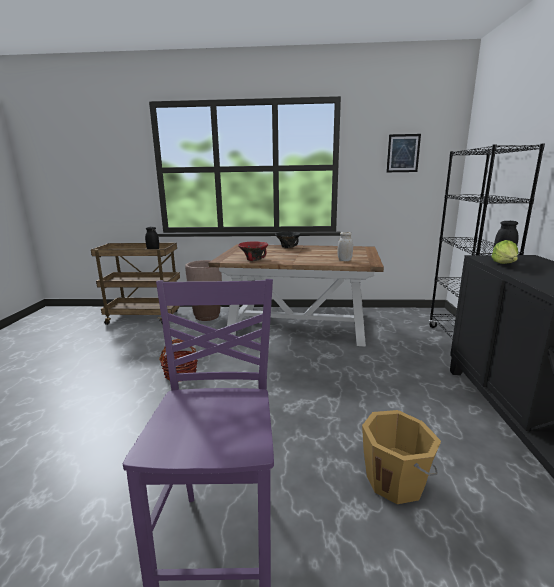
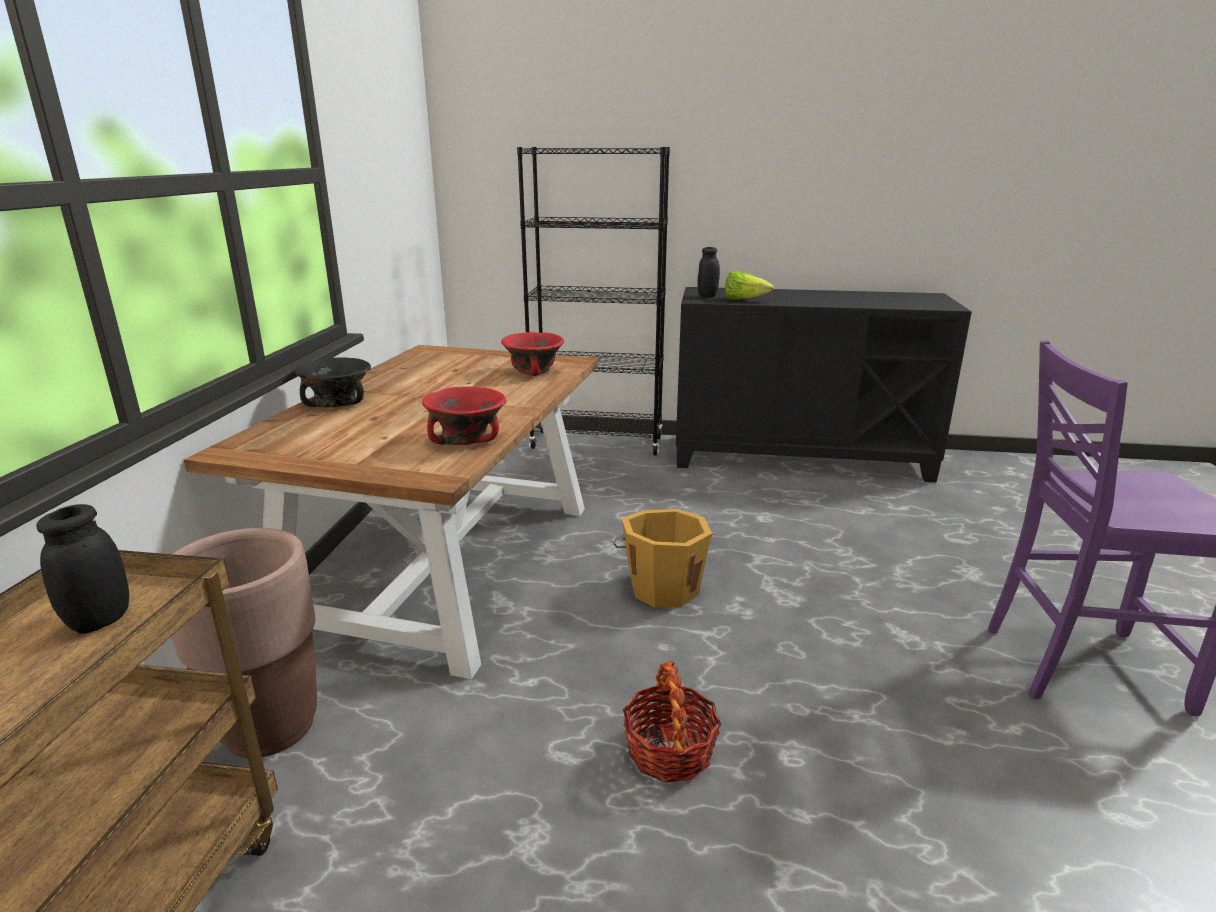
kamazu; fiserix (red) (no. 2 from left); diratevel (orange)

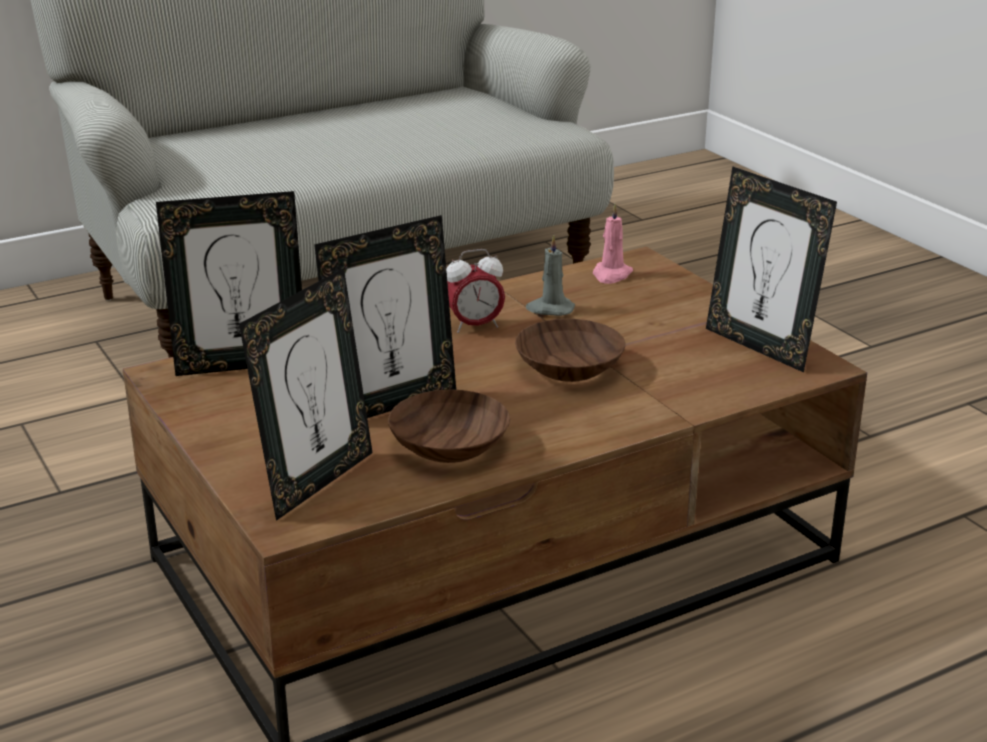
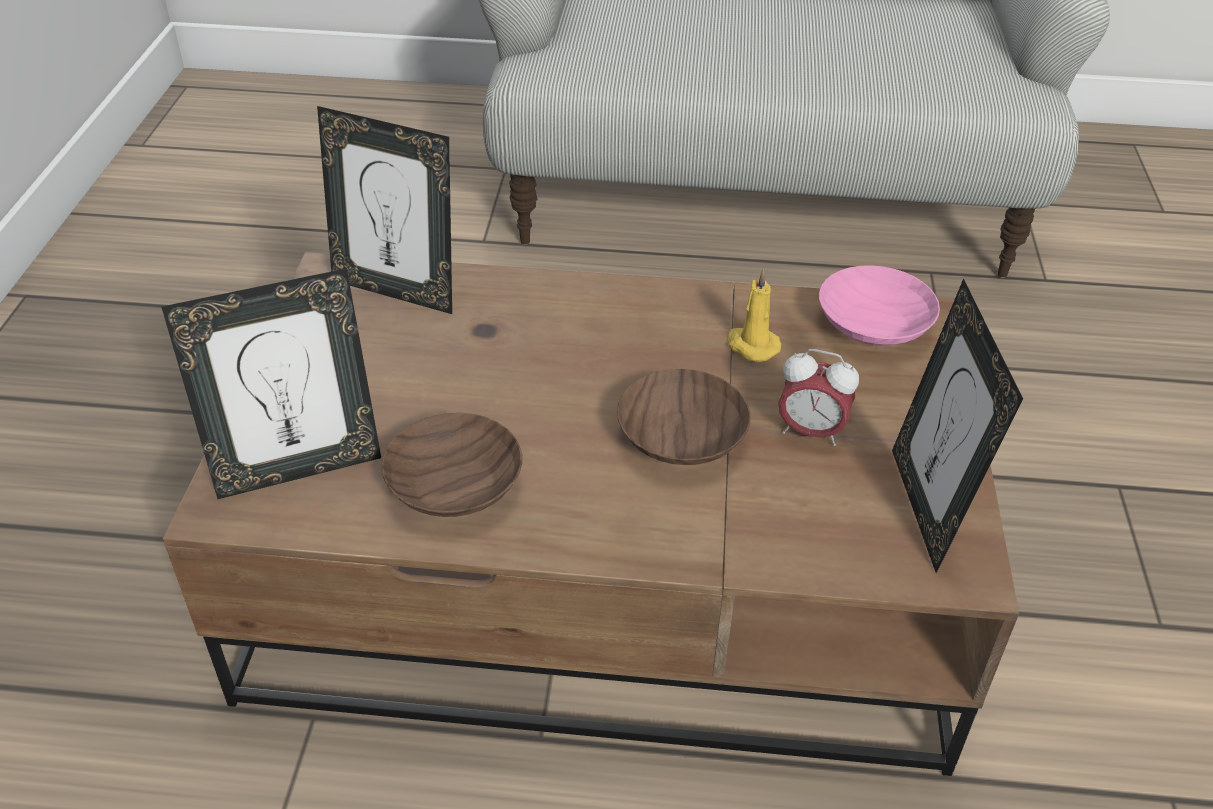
fiserix (pink); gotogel (no. 3 from left in the first image); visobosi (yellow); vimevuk

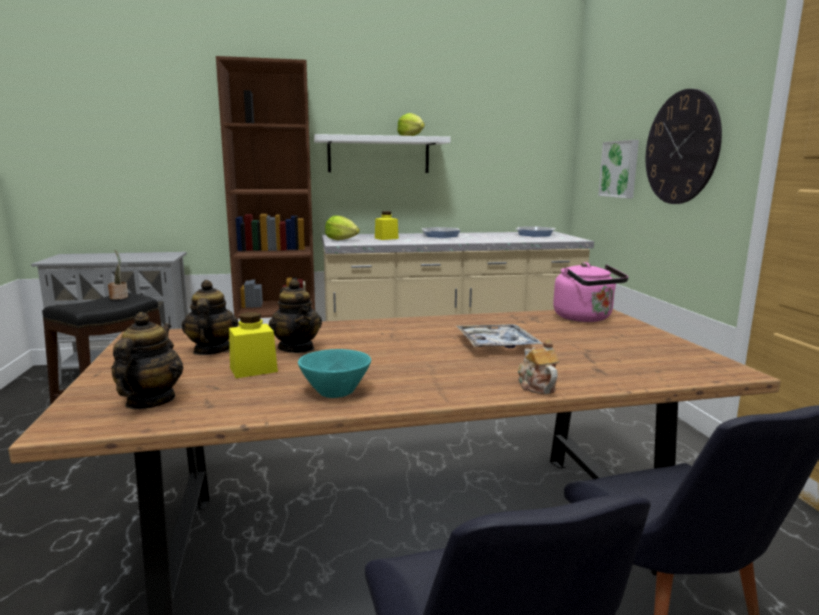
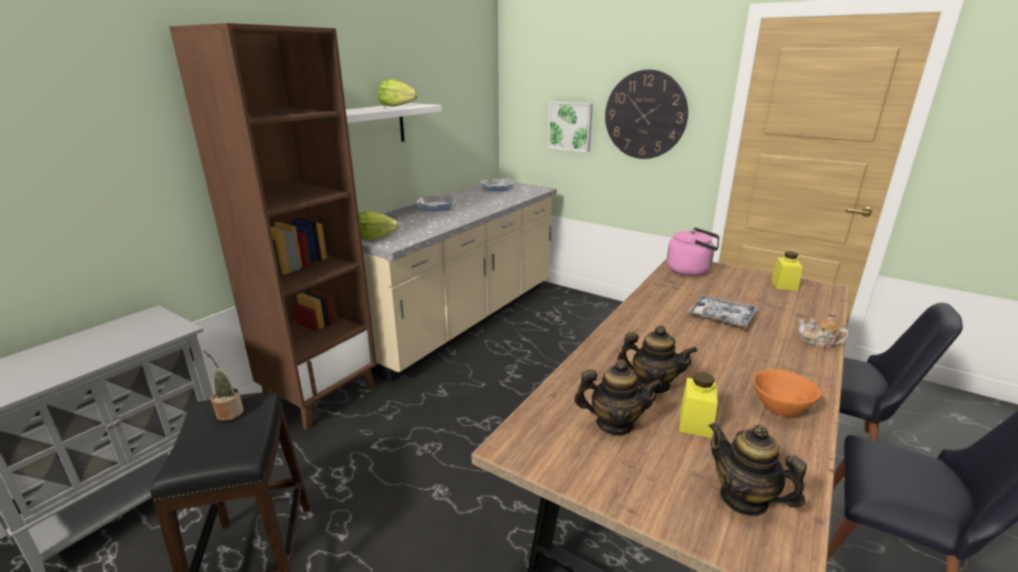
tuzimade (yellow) (no. 2 from left); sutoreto (no. 1 from left); fiserix (orange)

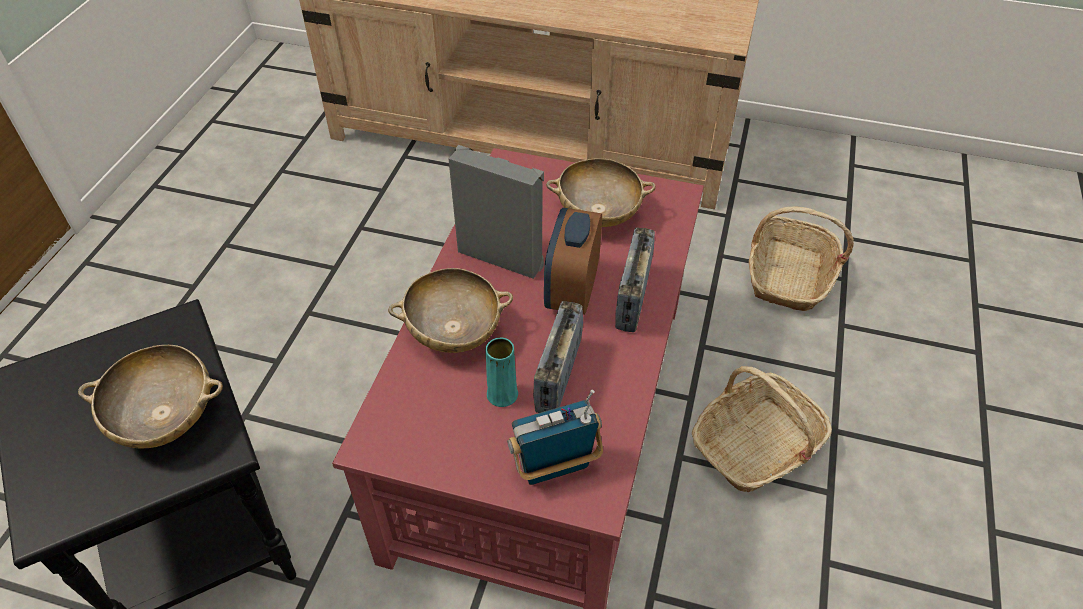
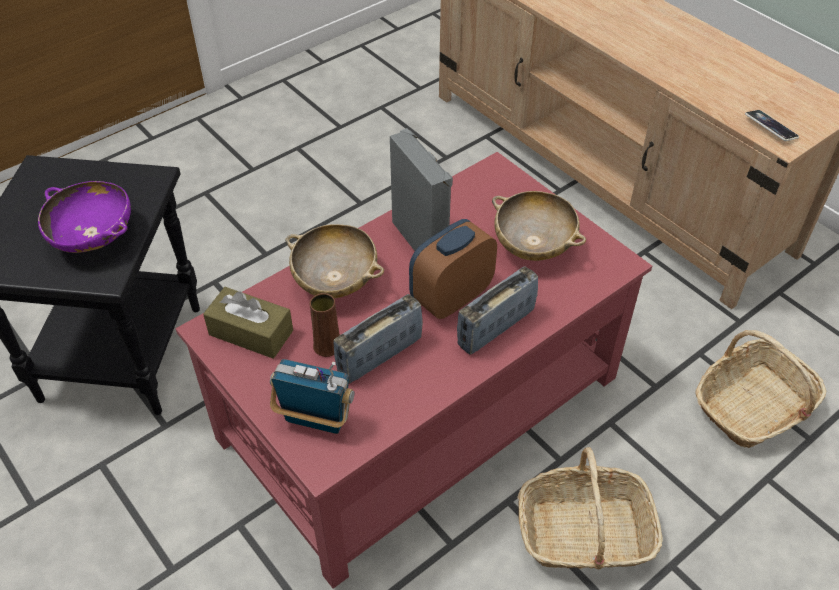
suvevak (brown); fiserix (purple); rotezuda; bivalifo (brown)

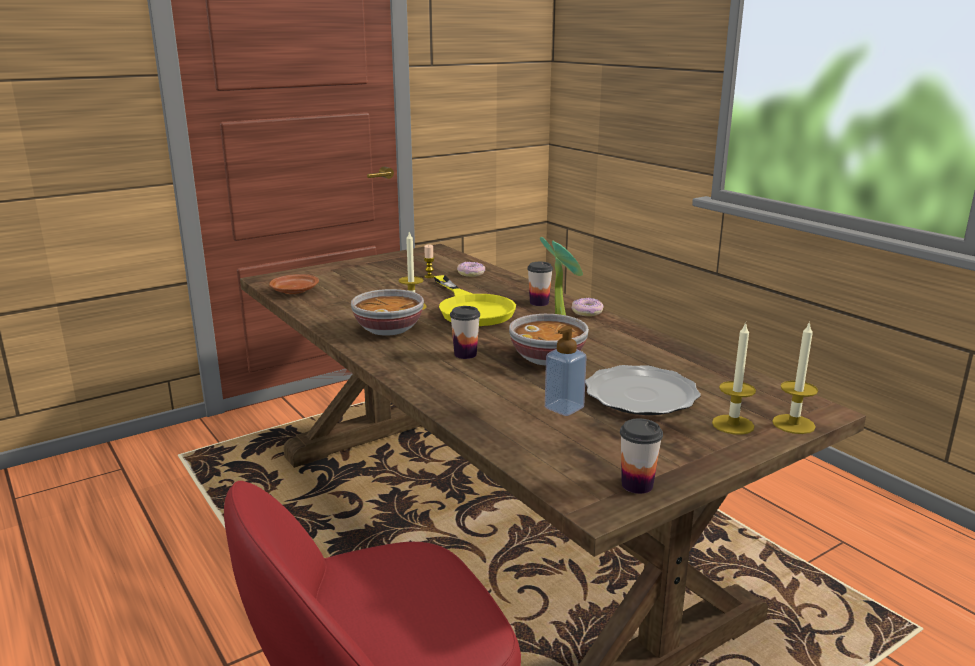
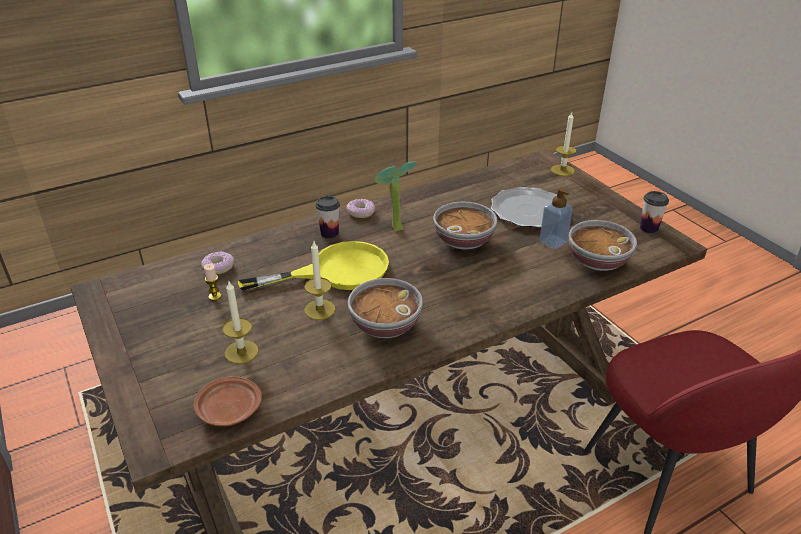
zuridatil (no. 1 from left in the first image); visobosi (no. 2 from left); fiserix (no. 3 from left)

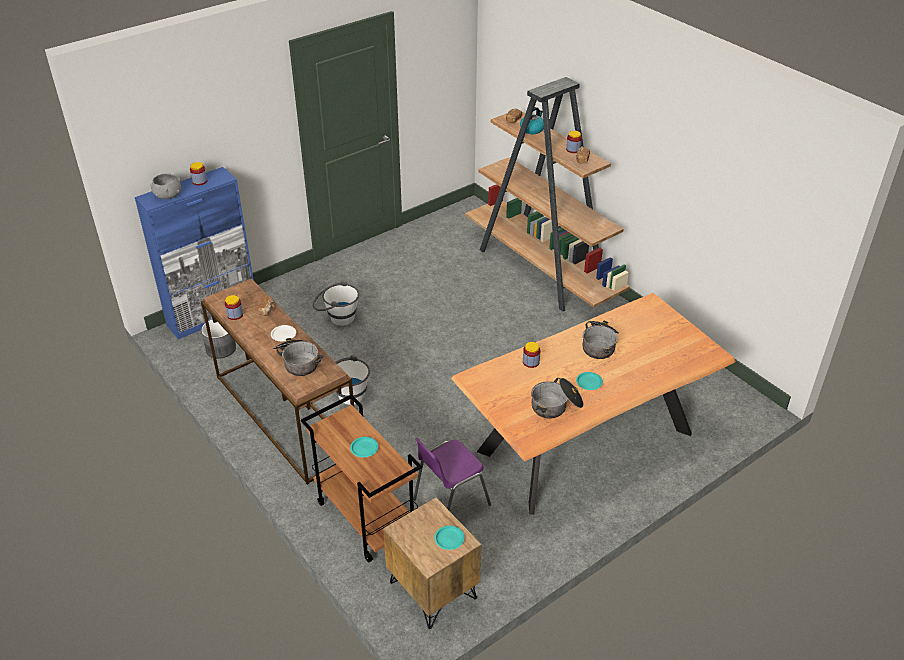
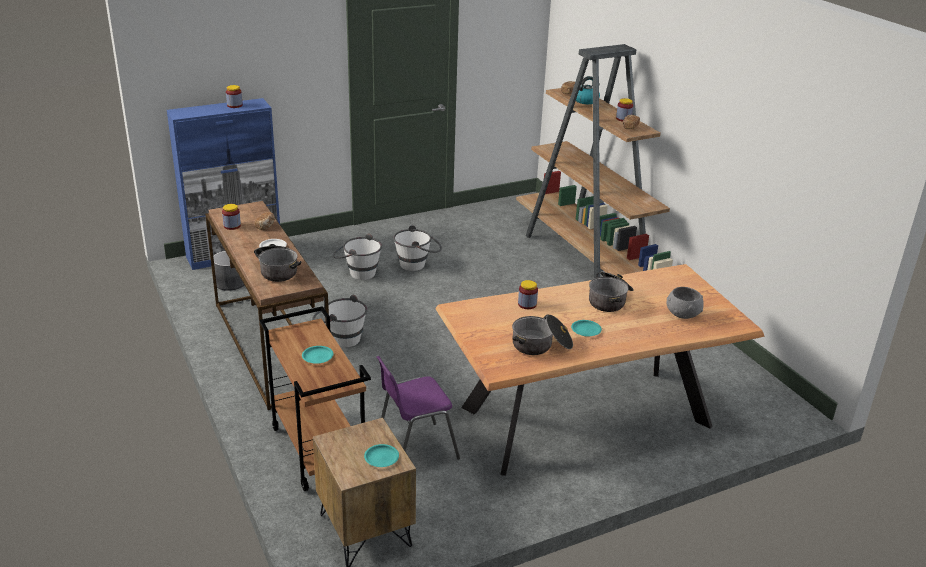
fiserix (grey); diratevel (white) (no. 3 from left)

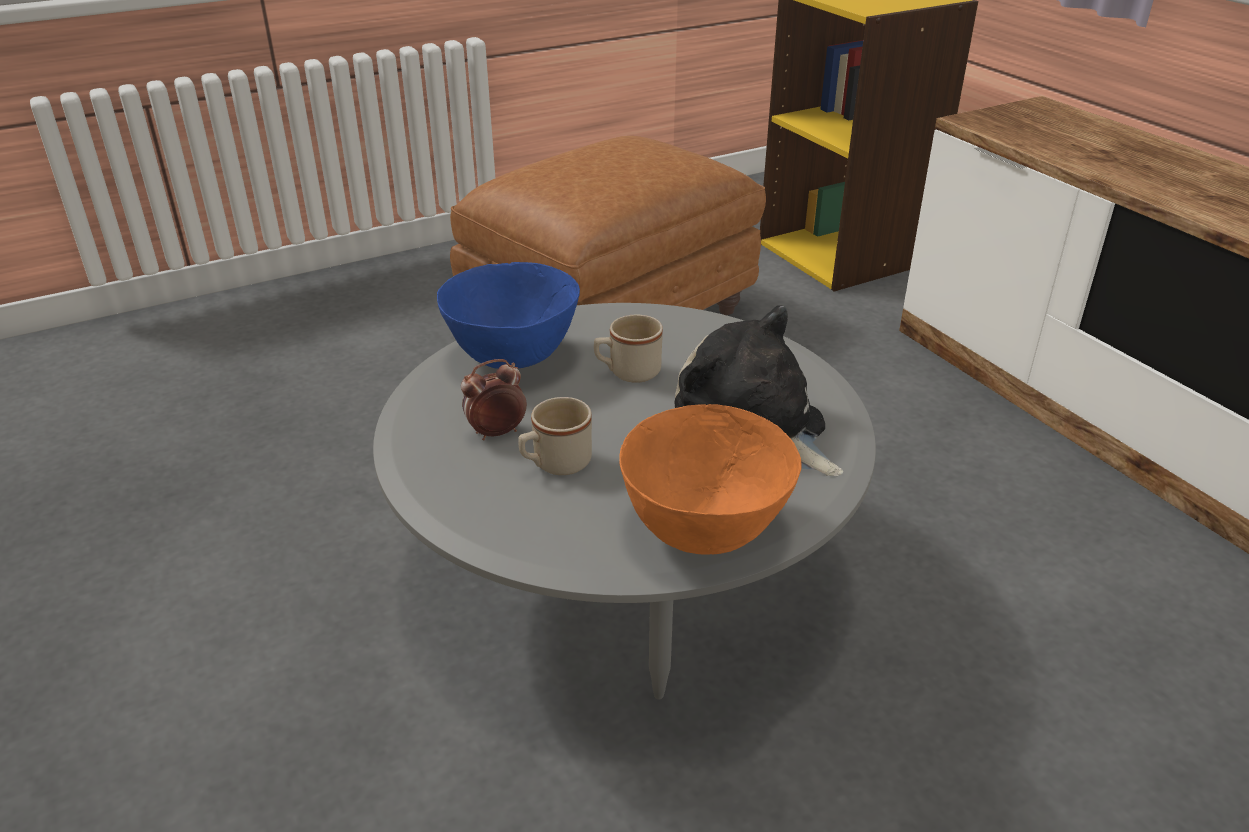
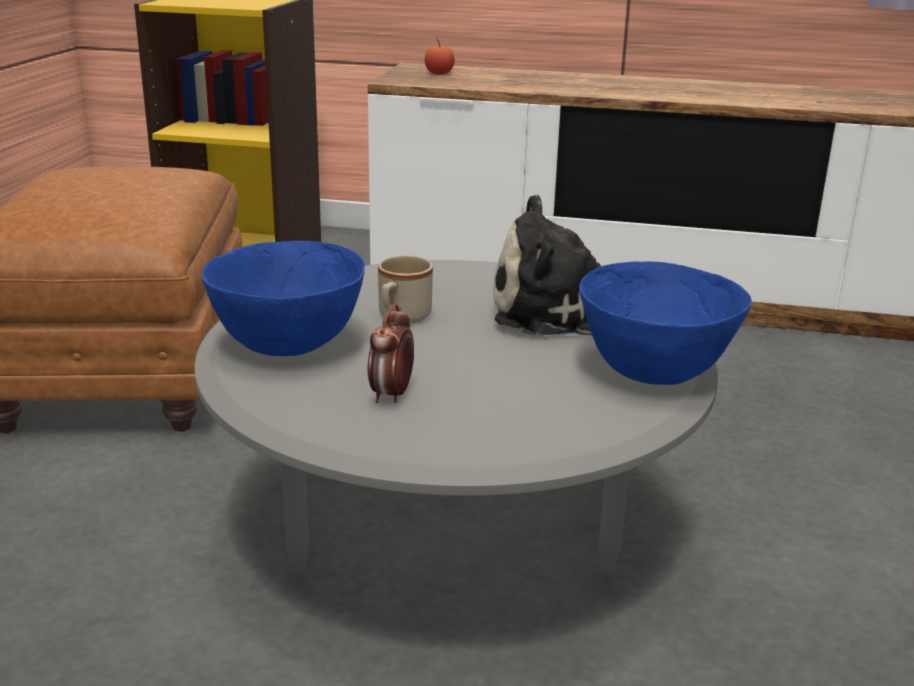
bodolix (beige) (no. 1 from left in the first image); fiserix (blue) (no. 2 from left); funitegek

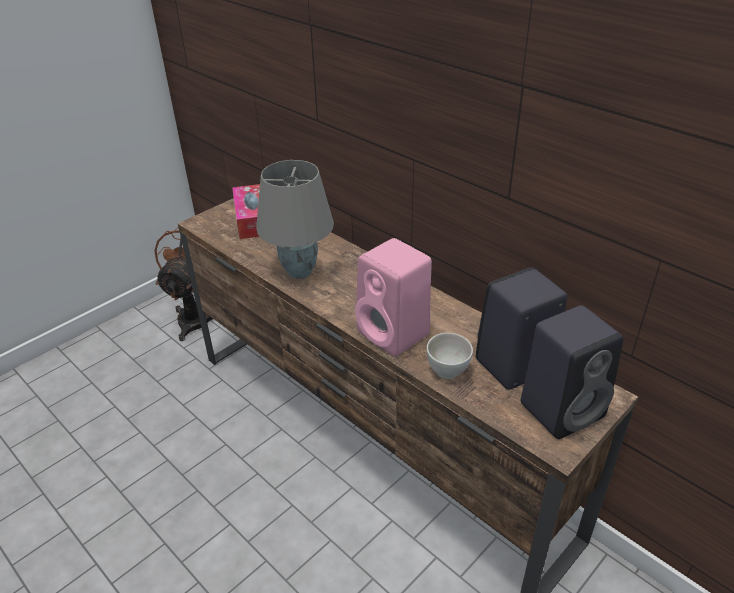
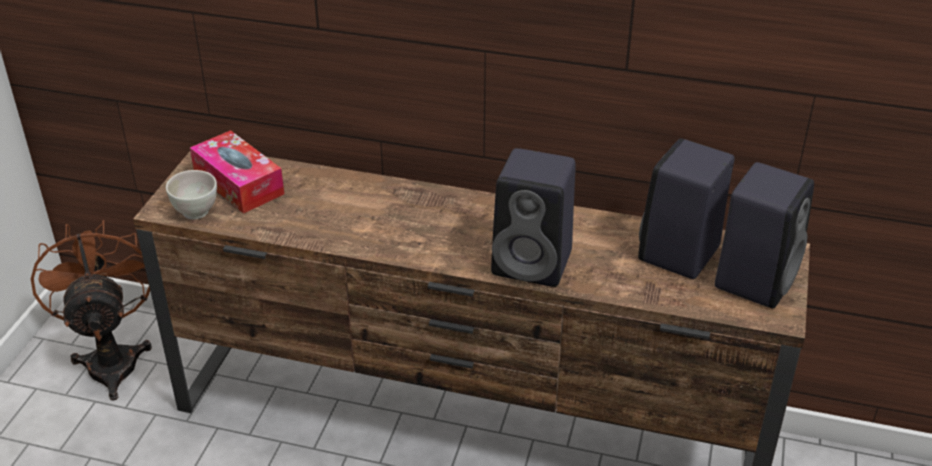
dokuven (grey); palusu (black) (no. 1 from left); fiserix (white)

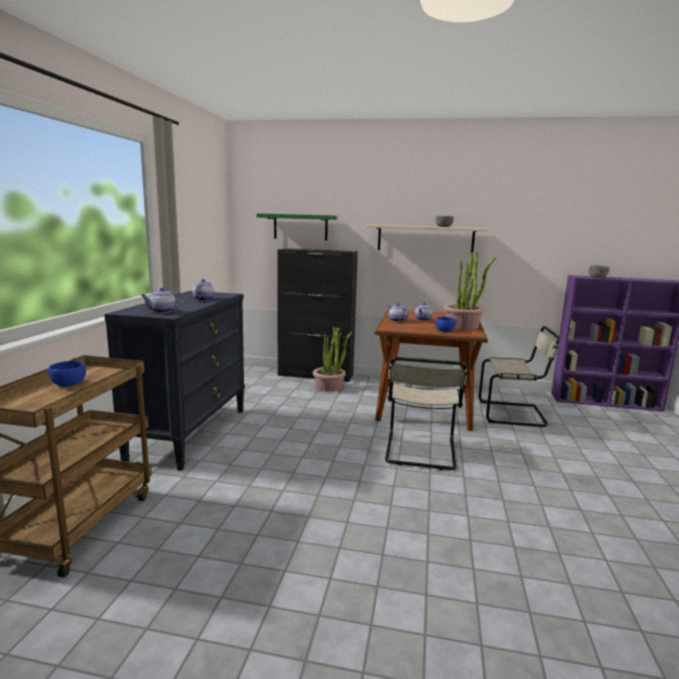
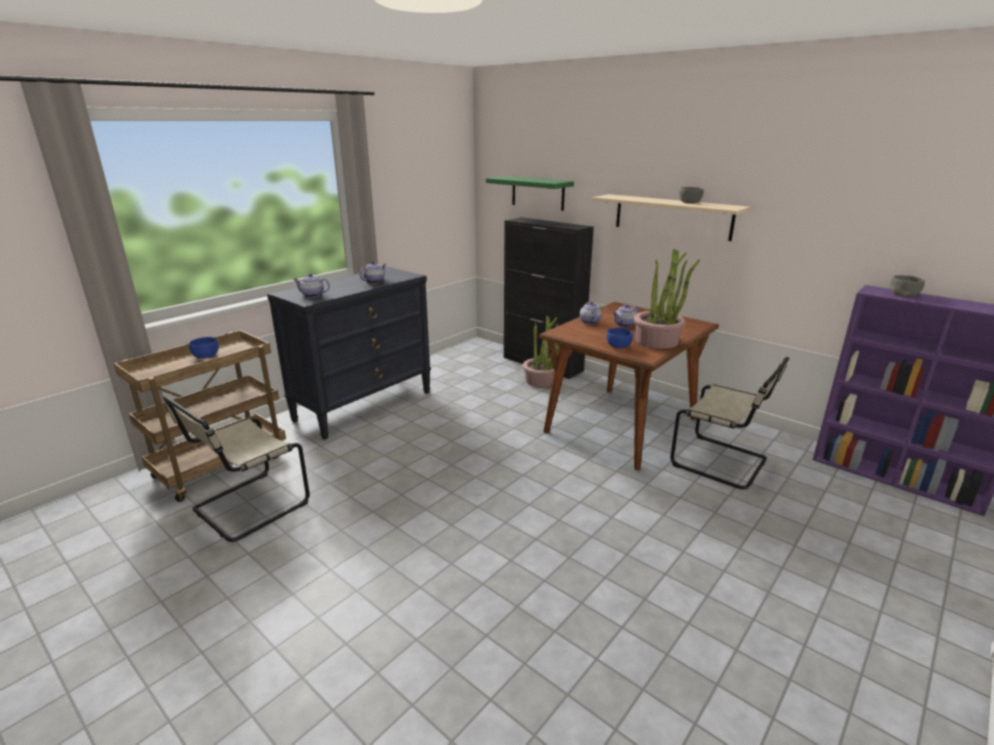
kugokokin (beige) (no. 1 from left)

